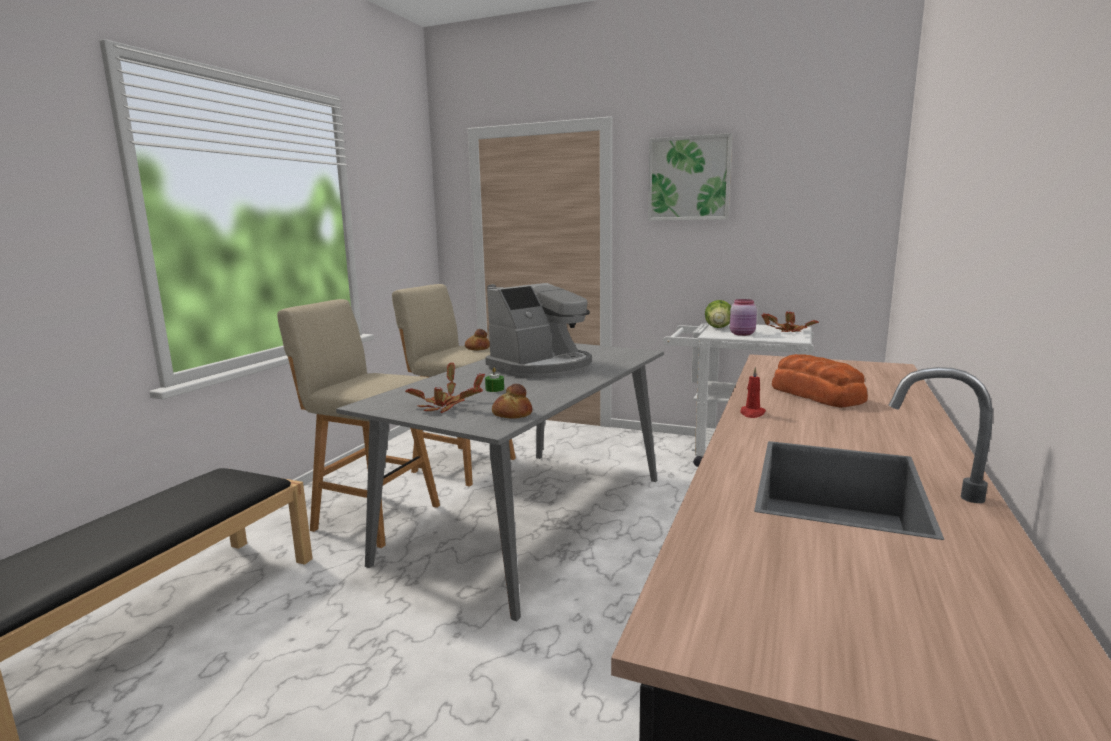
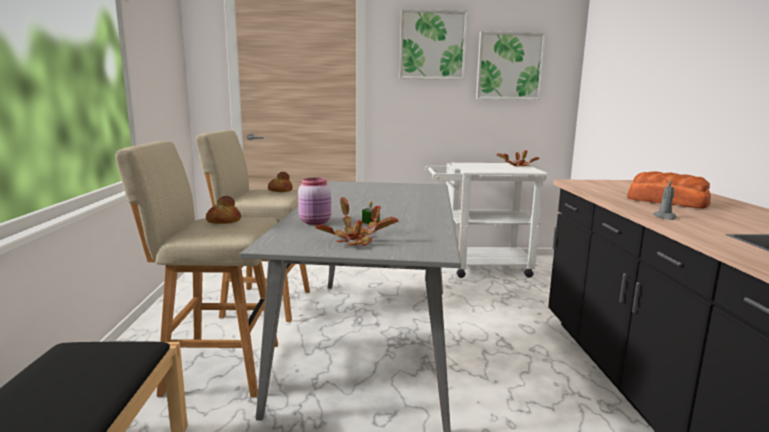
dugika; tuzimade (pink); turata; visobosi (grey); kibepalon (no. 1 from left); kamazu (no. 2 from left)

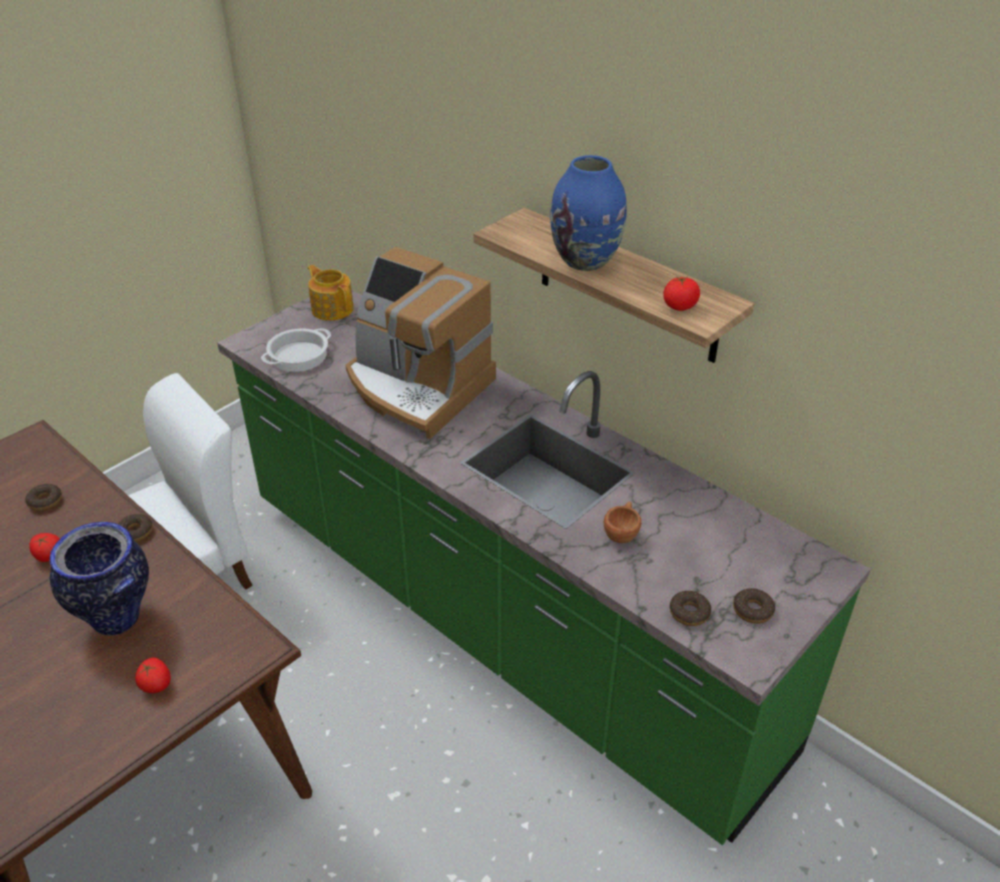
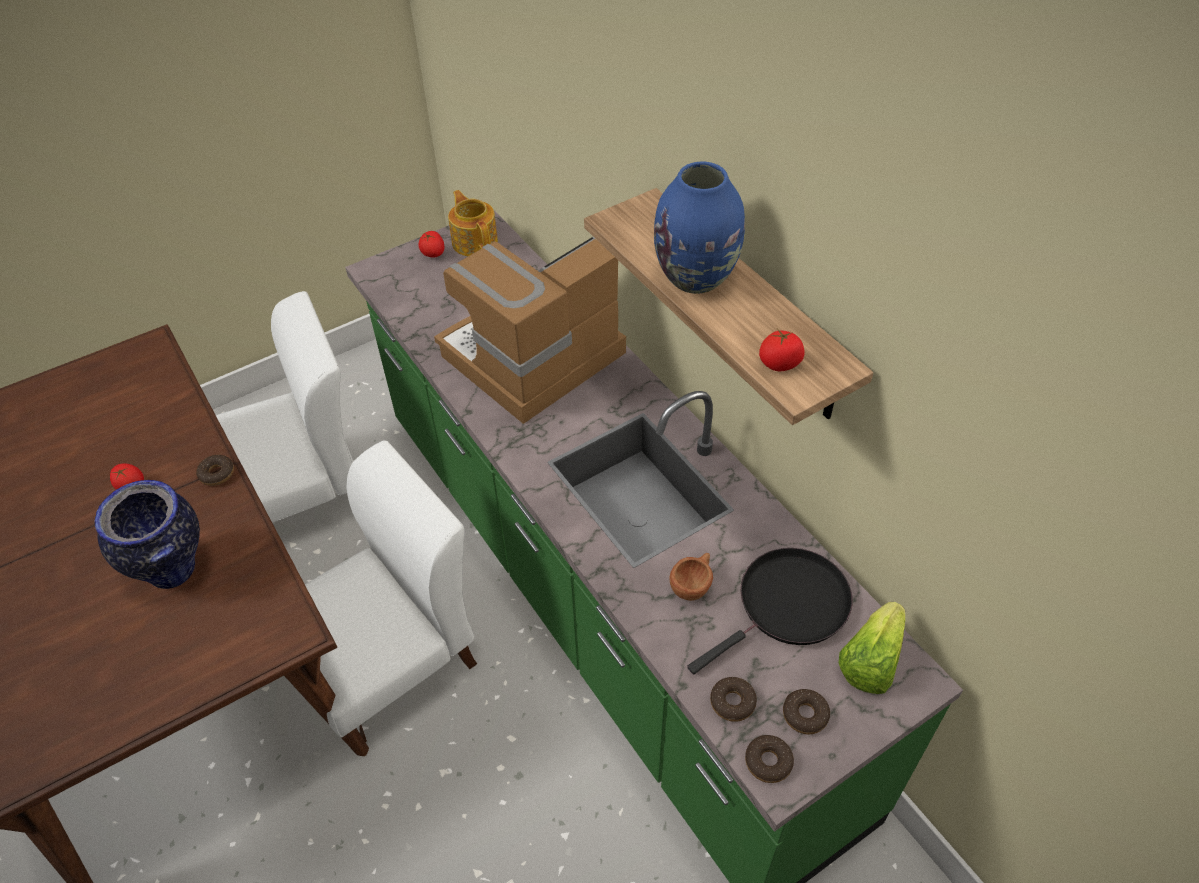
dugika; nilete; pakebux (no. 3 from left); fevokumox (no. 2 from left); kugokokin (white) (no. 2 from left); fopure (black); turata

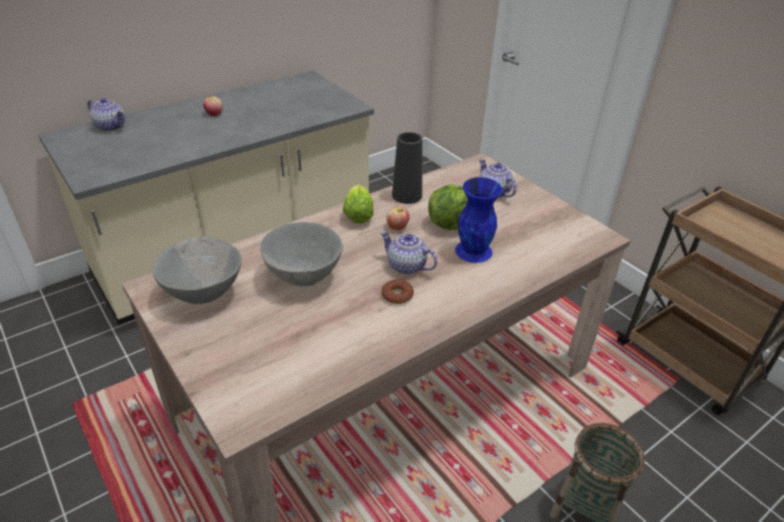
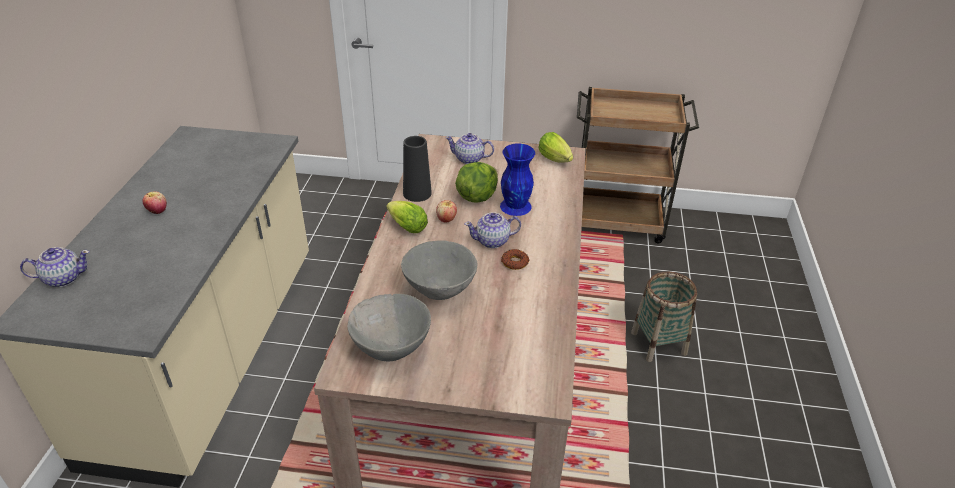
turata (no. 3 from left)

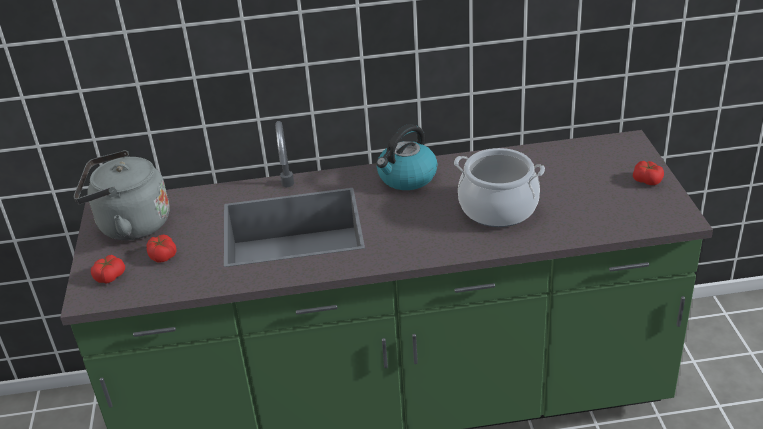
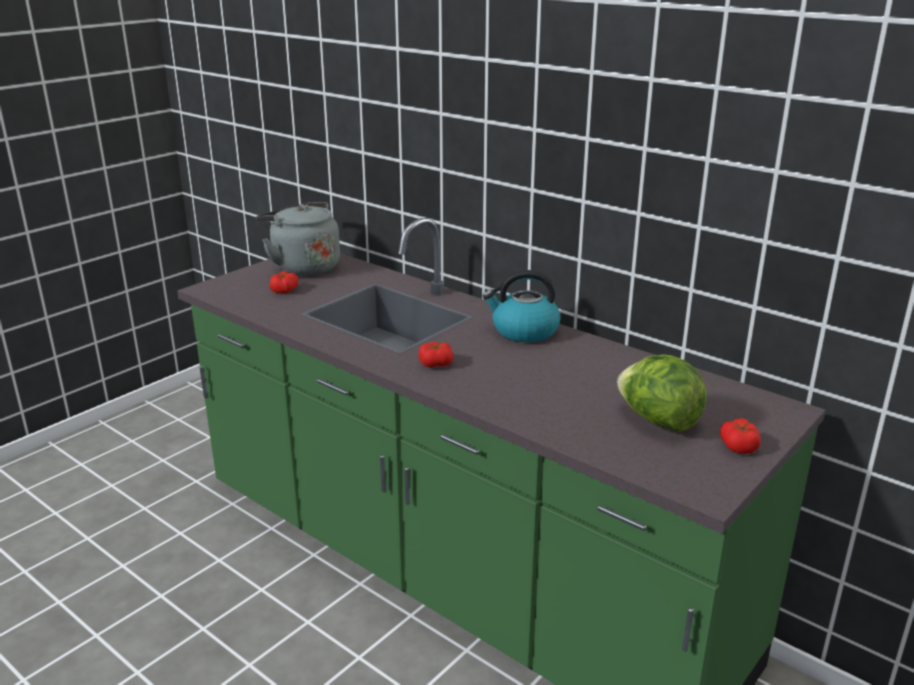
nilete; fevokumox (no. 2 from left); turata

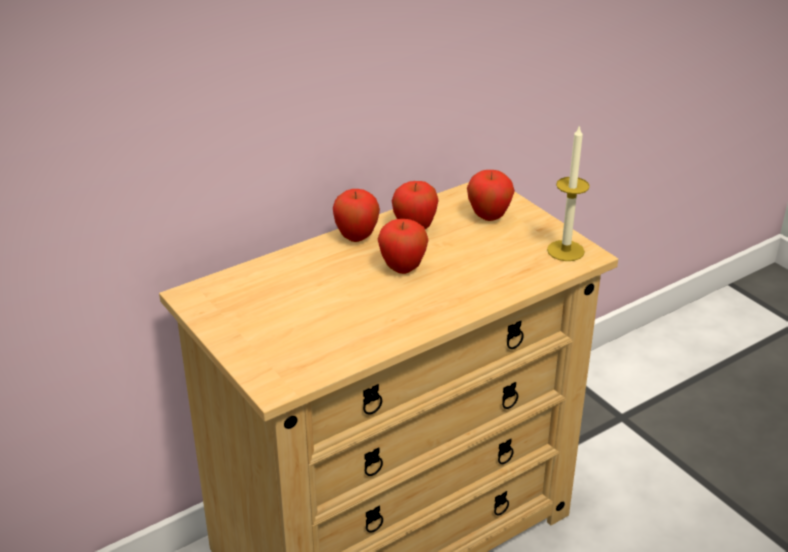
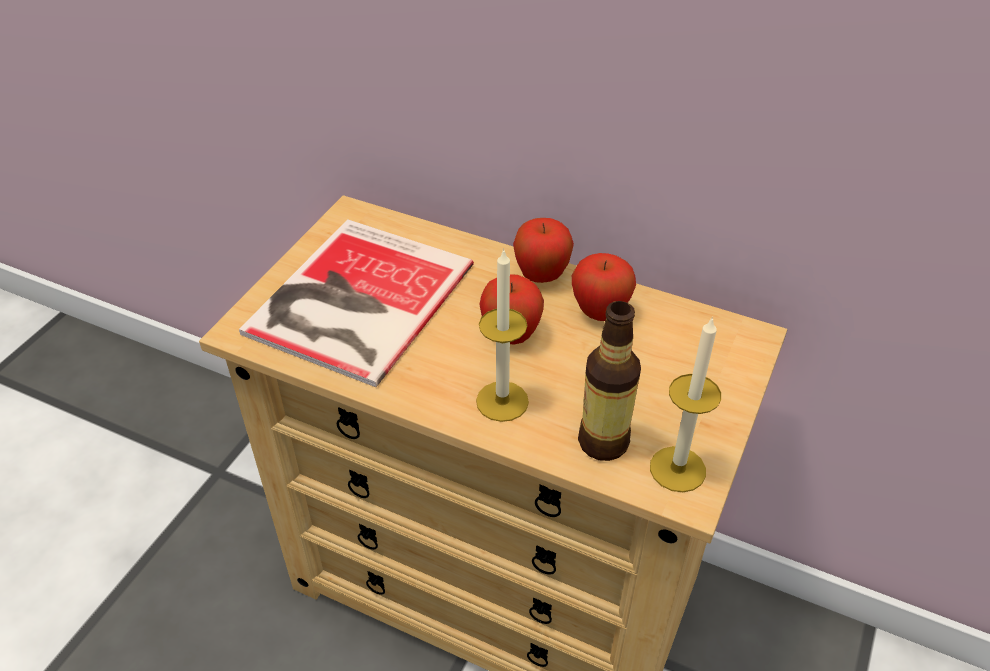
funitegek (no. 4 from left in the first image); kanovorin; visobosi (no. 1 from left); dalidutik

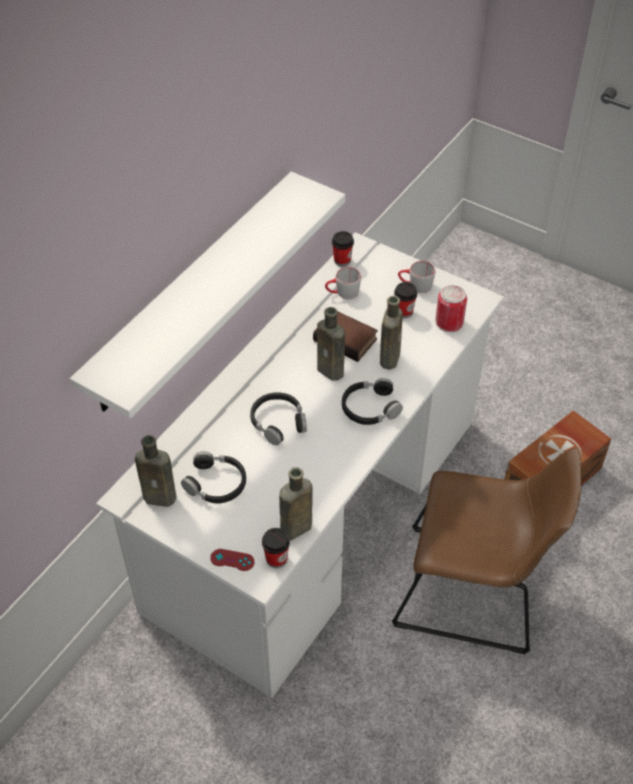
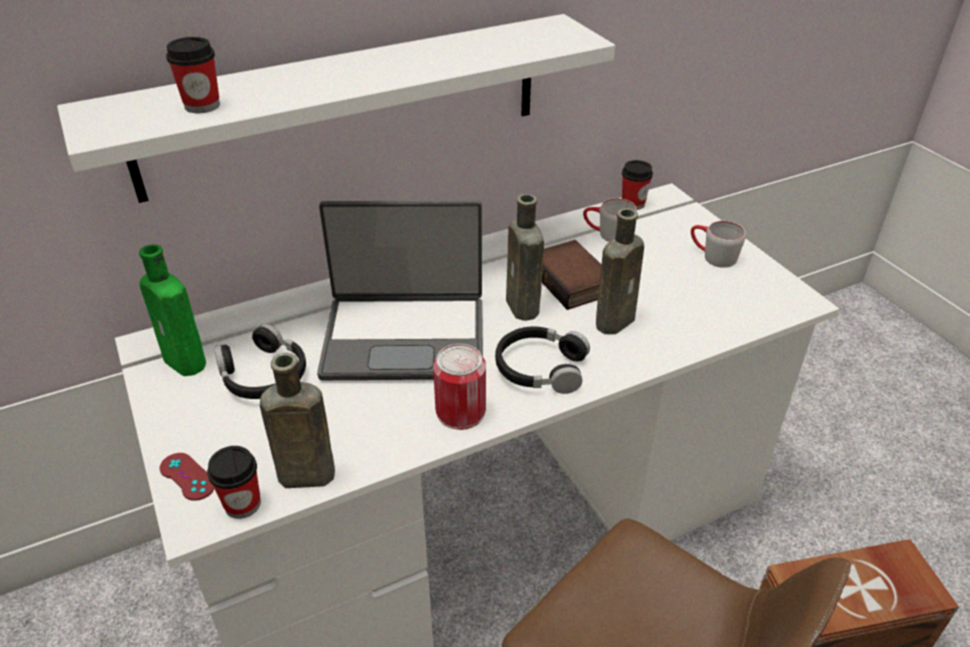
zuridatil (no. 1 from left); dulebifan; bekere; dalidutik (green)

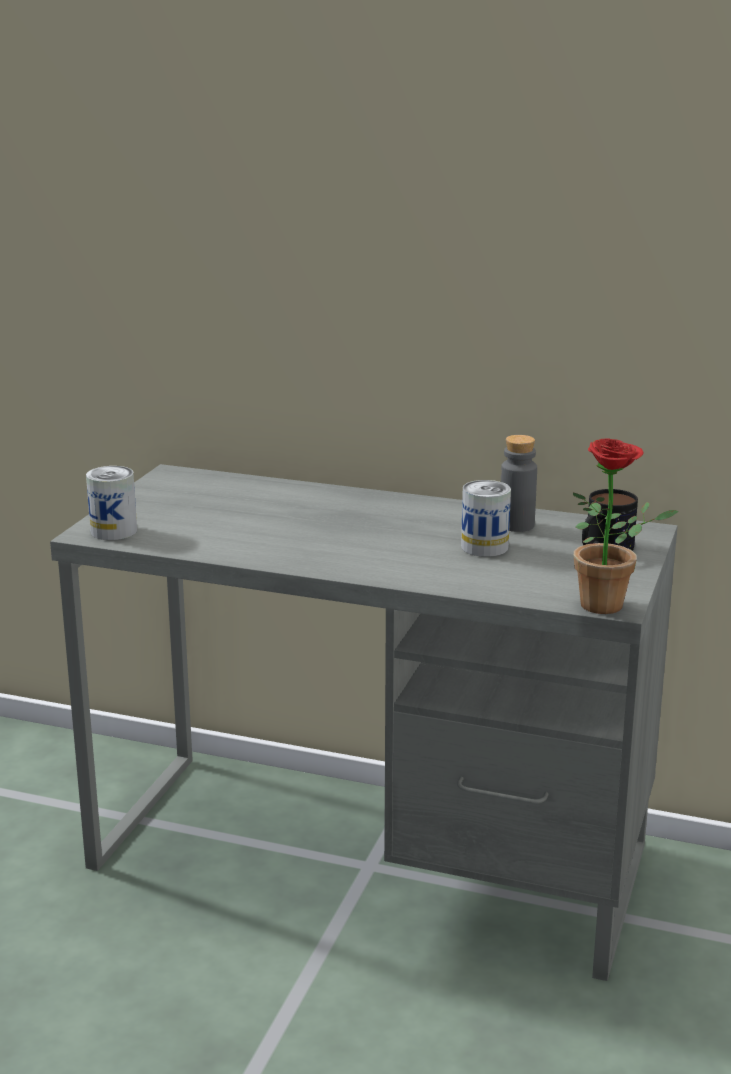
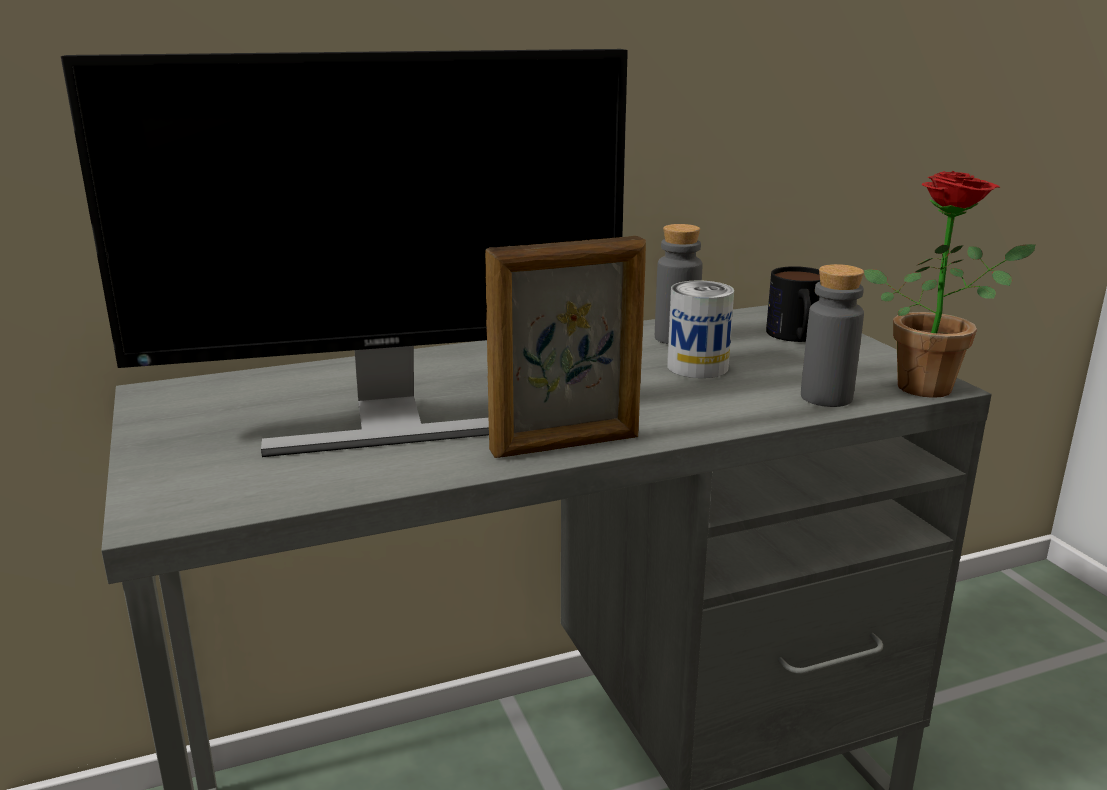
dulebifan (no. 1 from left in the first image); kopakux; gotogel; dalidutik (grey) (no. 2 from left)

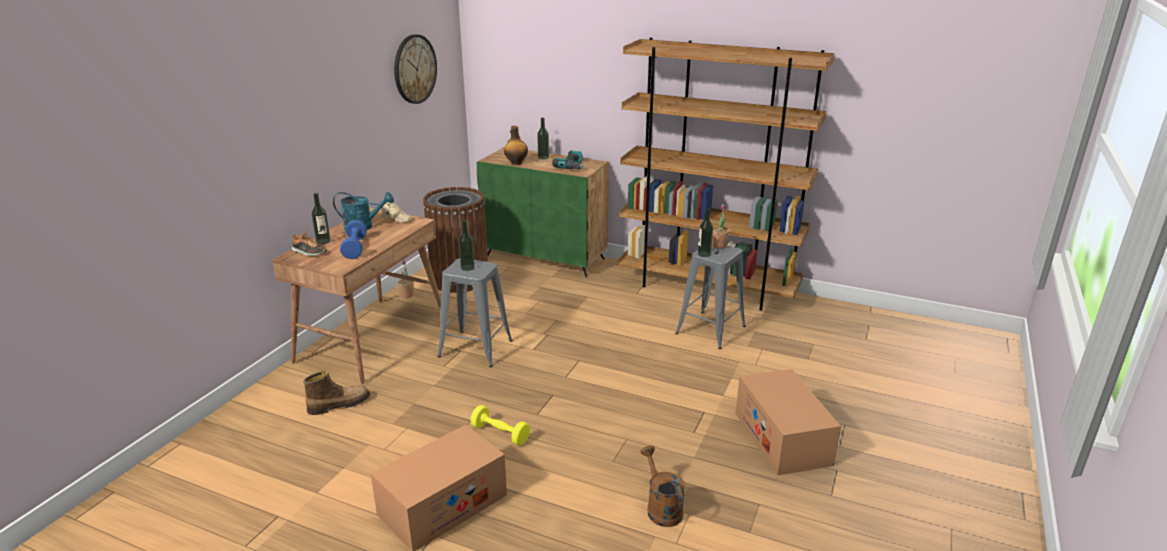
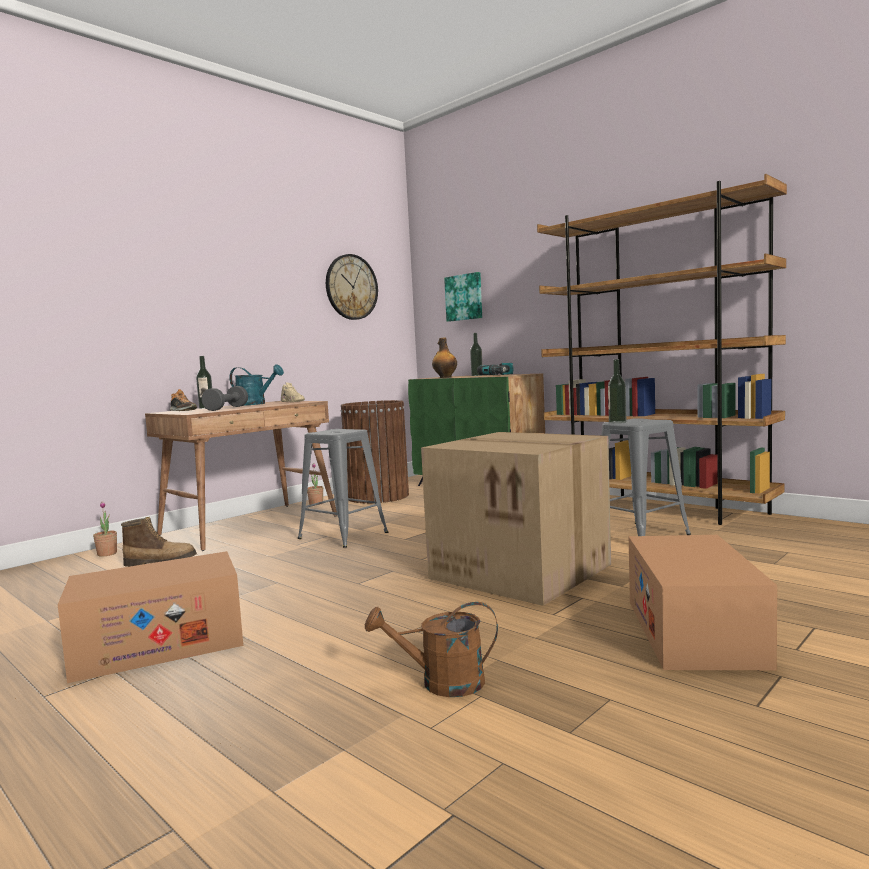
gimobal (no. 1 from left); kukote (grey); dalidutik (no. 2 from left in the first image); kukote (yellow); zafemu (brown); kamazu; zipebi (no. 2 from left)

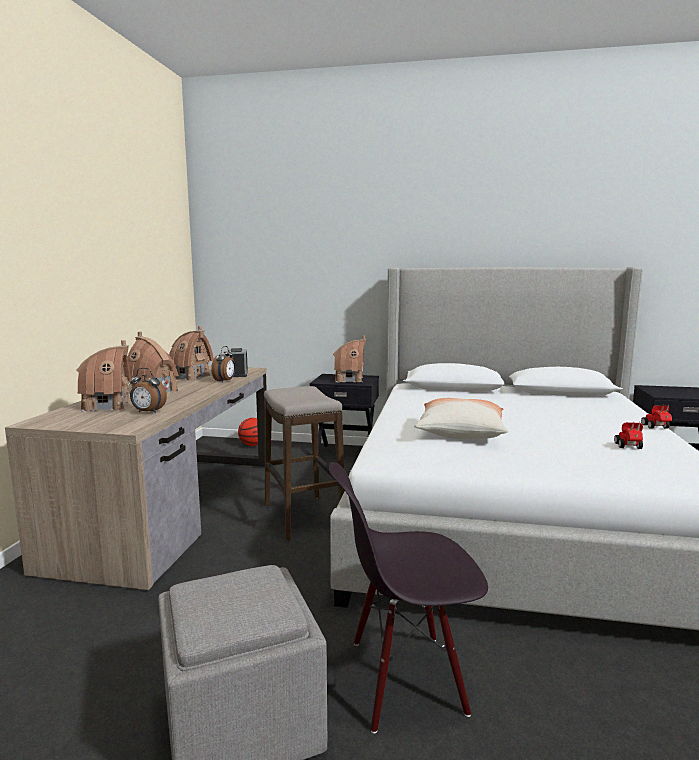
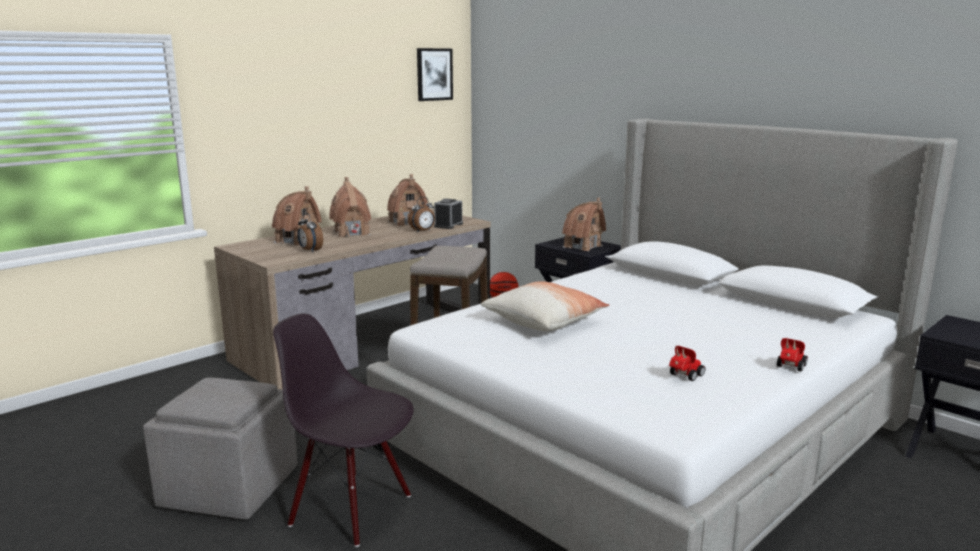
kamazu

